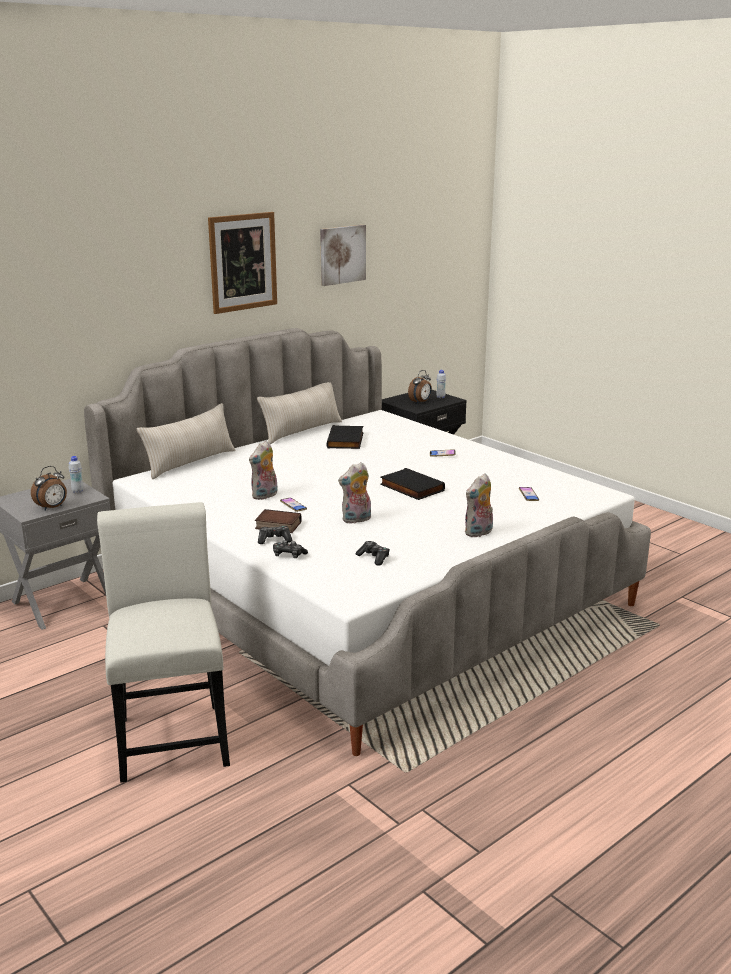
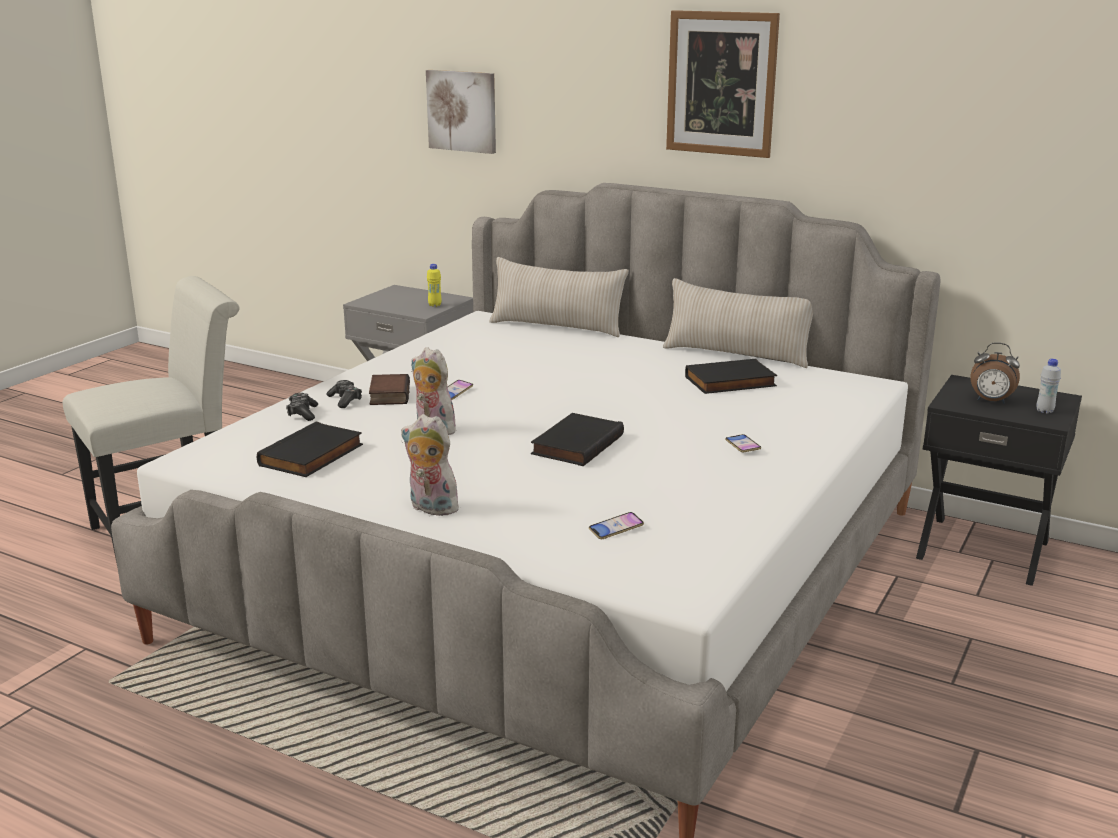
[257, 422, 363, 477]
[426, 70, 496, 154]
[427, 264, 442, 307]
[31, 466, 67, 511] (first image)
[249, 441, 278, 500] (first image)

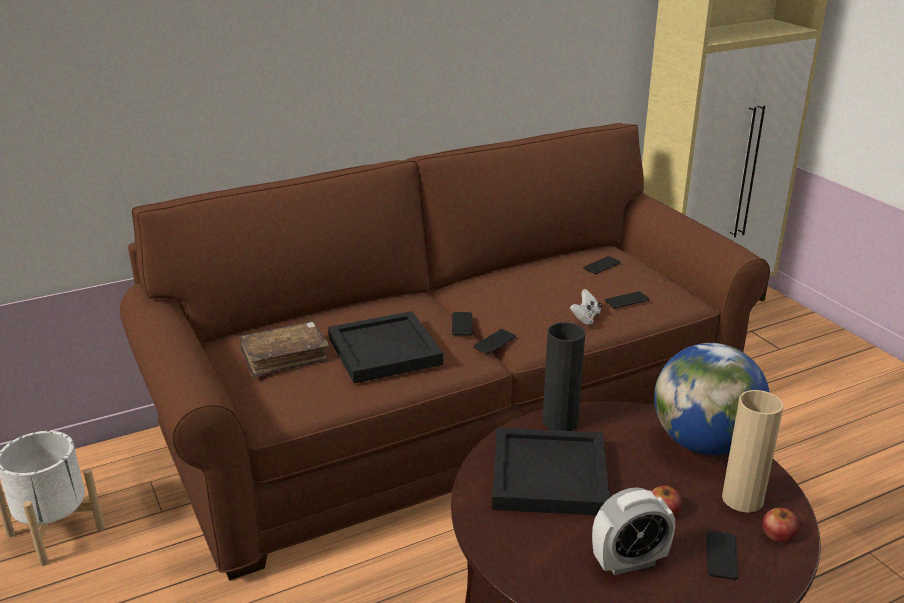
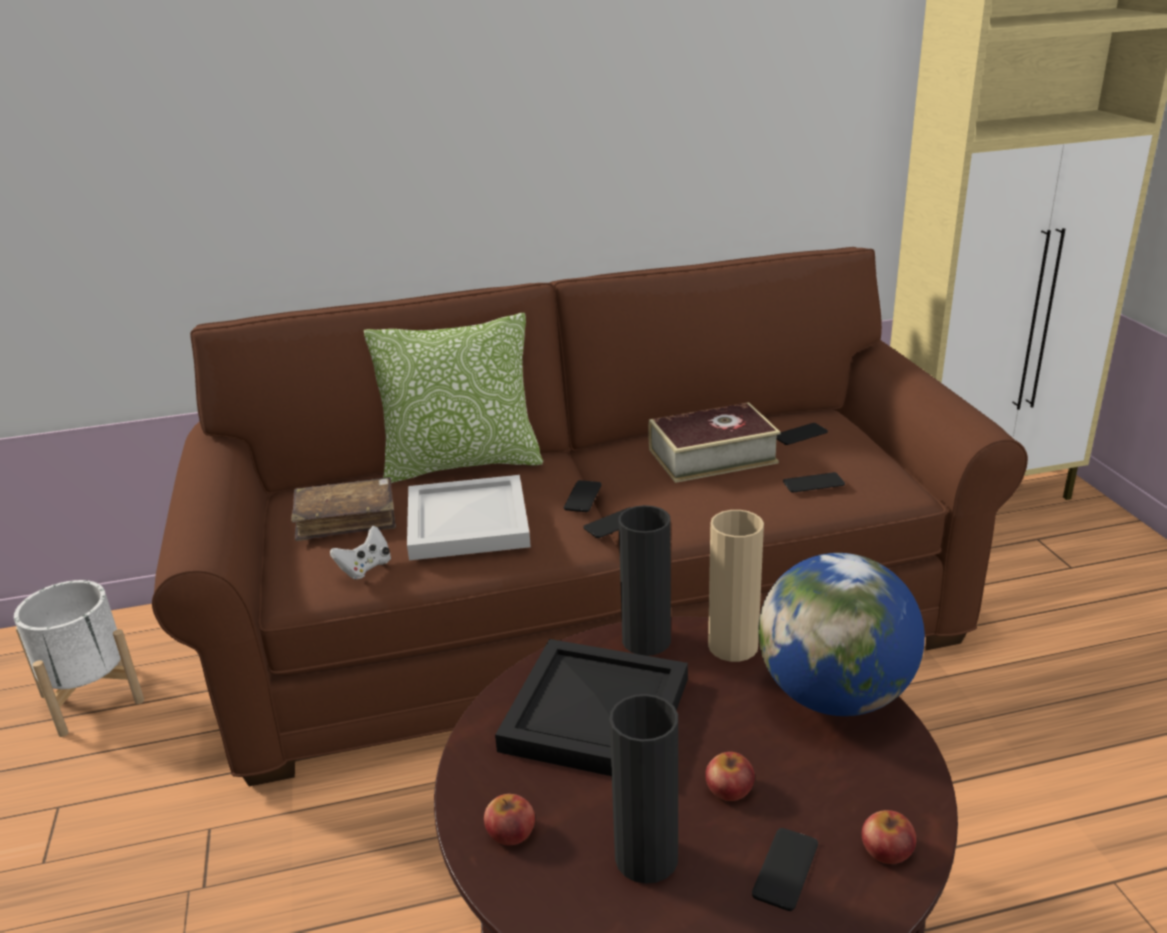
[330, 526, 391, 579]
[364, 313, 543, 483]
[407, 475, 531, 561]
[484, 794, 535, 845]
[609, 694, 678, 884]
[648, 402, 781, 483]
[708, 510, 764, 662]

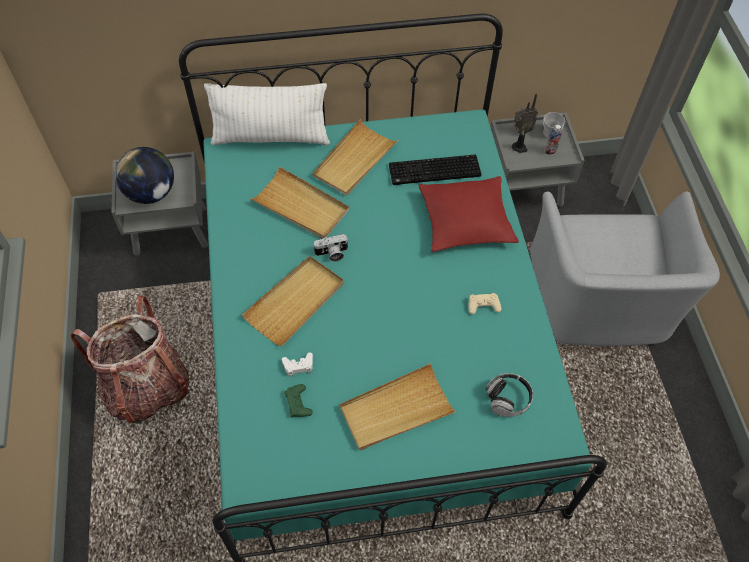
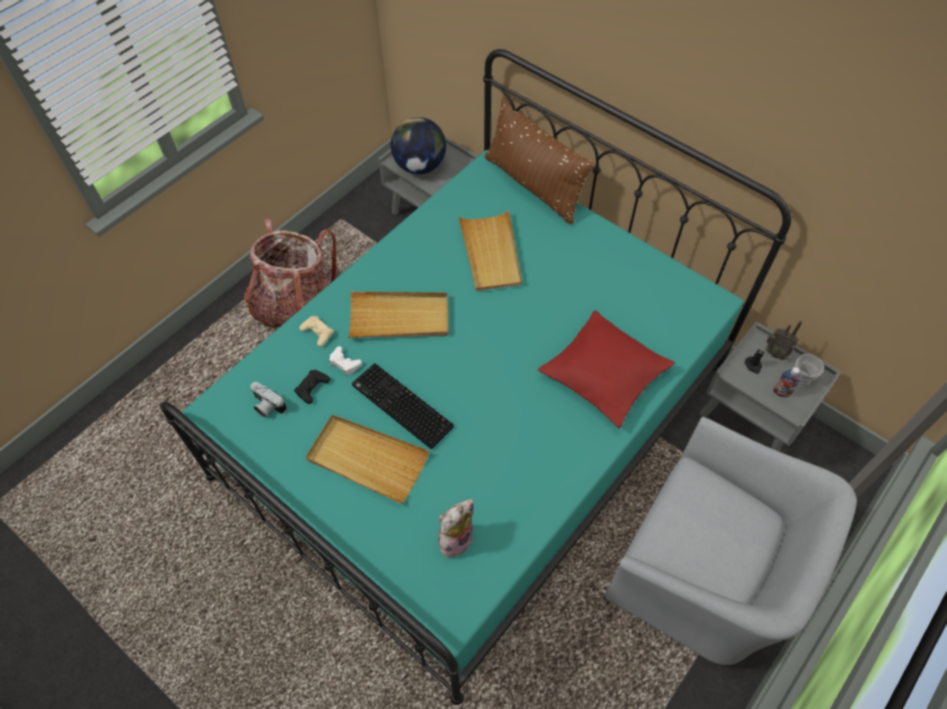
[251, 382, 287, 418]
[294, 370, 330, 404]
[299, 316, 334, 347]
[352, 363, 454, 449]
[438, 499, 473, 558]
[485, 97, 595, 225]
[605, 417, 857, 665]
[313, 119, 399, 196] (first image)

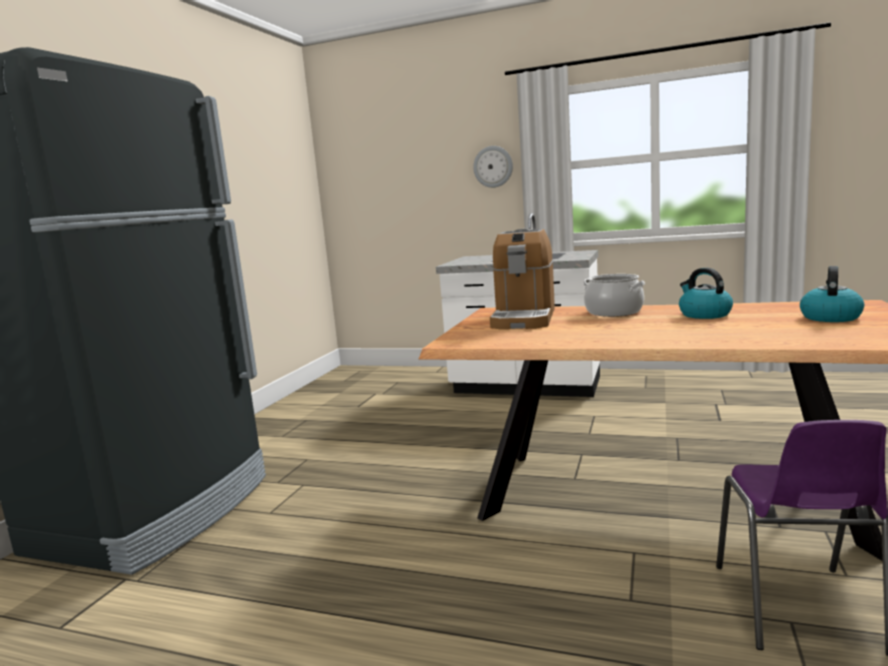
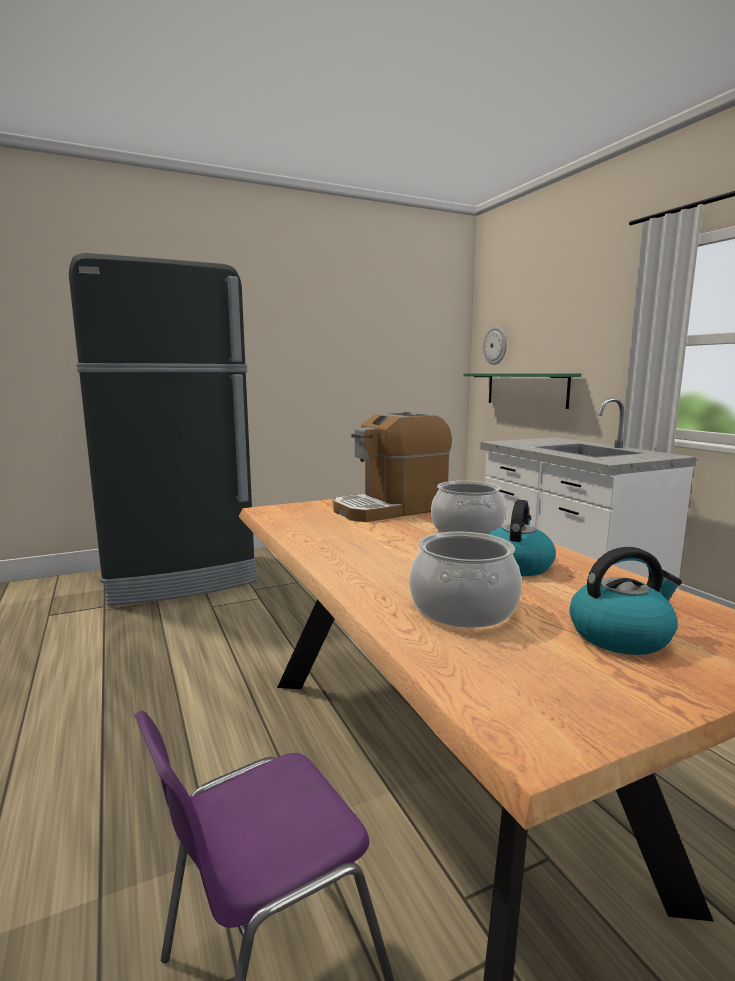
[409, 532, 522, 628]
[464, 373, 581, 409]
[483, 326, 507, 365]

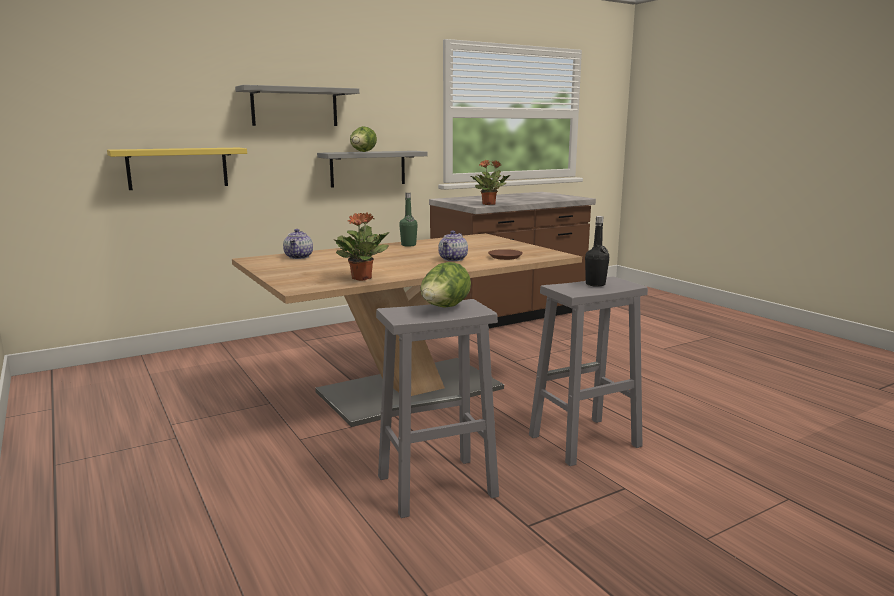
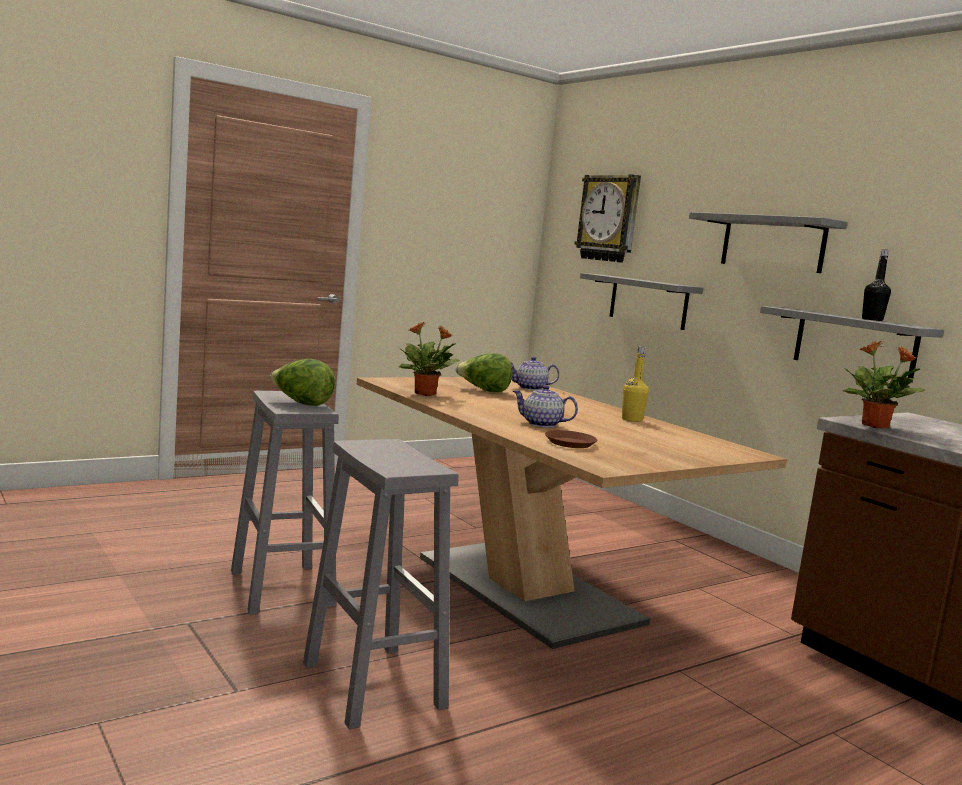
[455, 353, 512, 392]
[574, 174, 641, 263]
[580, 273, 703, 330]
[622, 346, 649, 422]
[862, 249, 891, 321]

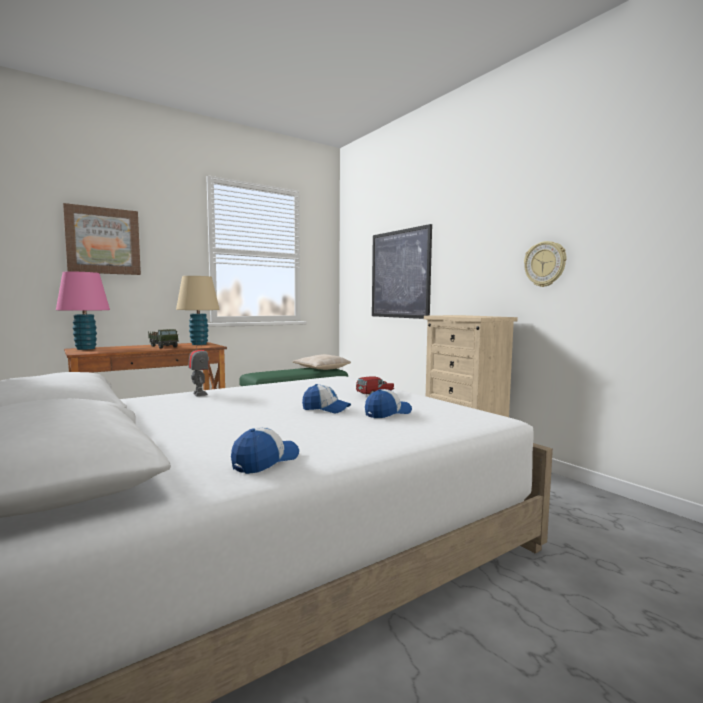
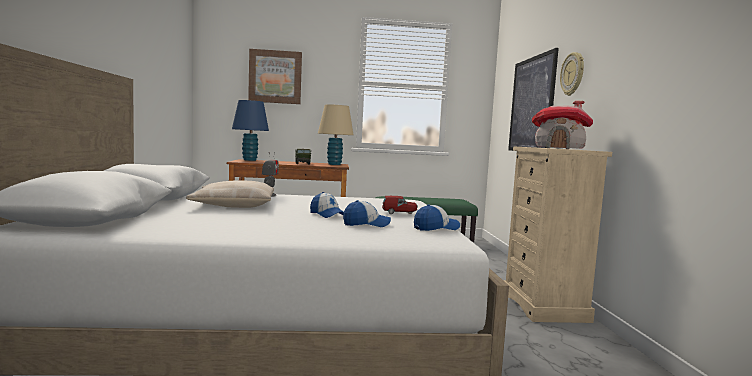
[186, 181, 274, 208]
[232, 100, 269, 161]
[414, 204, 460, 231]
[532, 101, 593, 149]
[560, 52, 584, 96]

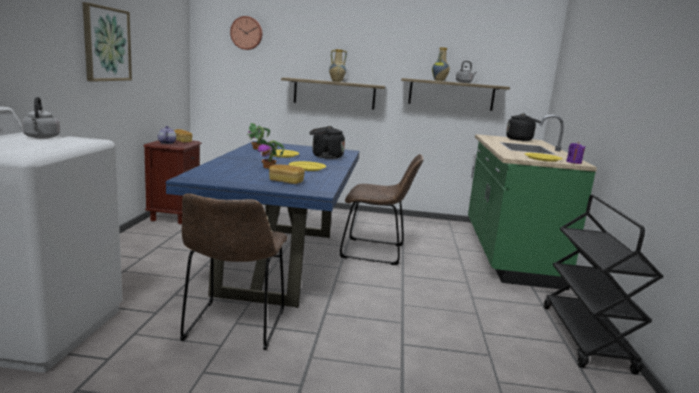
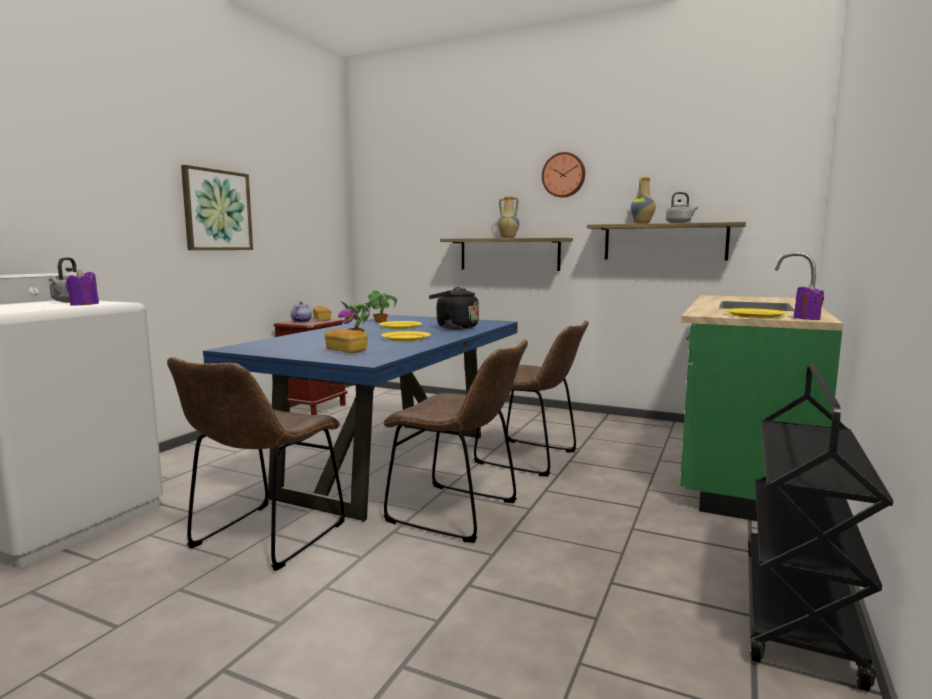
[66, 270, 99, 305]
[384, 339, 528, 543]
[542, 152, 585, 198]
[506, 113, 541, 141] (first image)

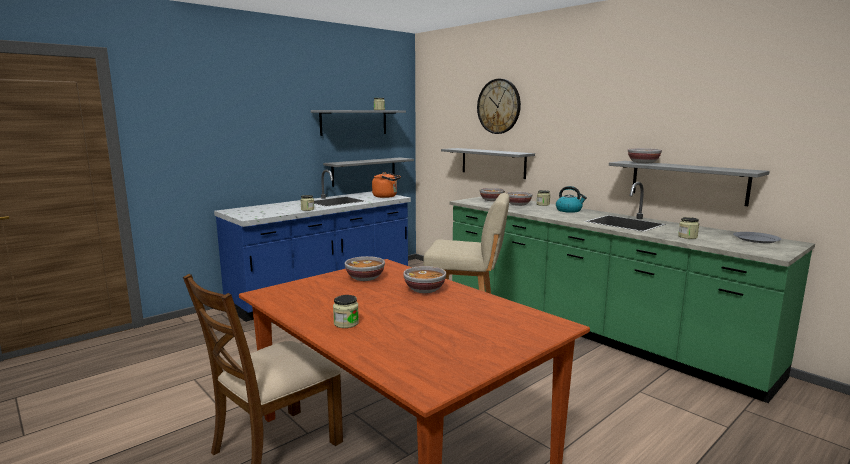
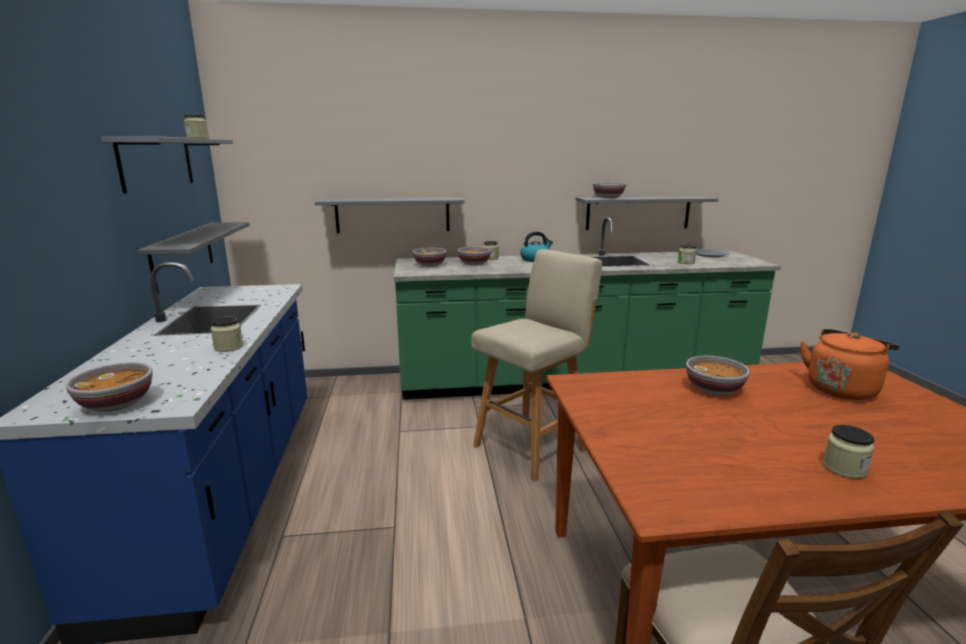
[66, 362, 153, 412]
[800, 329, 900, 400]
[477, 79, 521, 134] (first image)

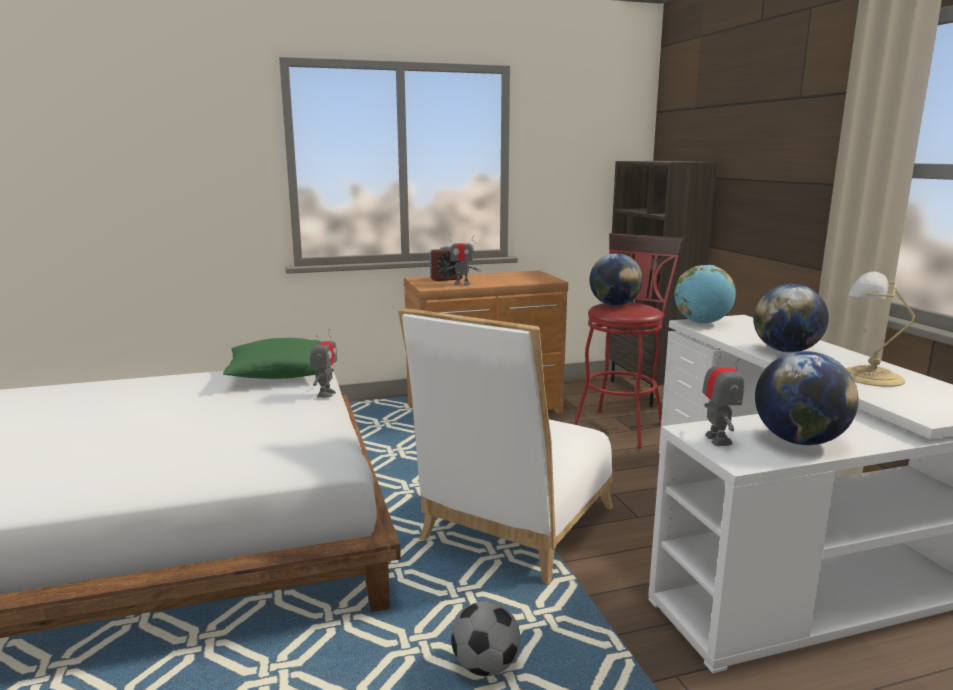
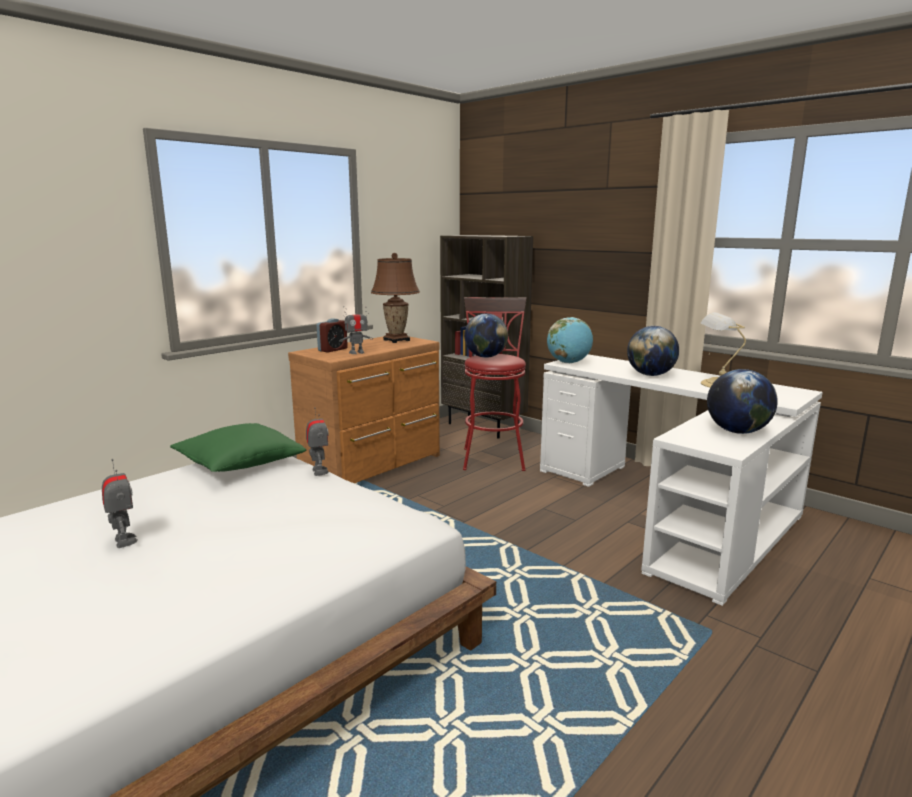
[102, 459, 138, 548]
[371, 253, 420, 343]
[398, 308, 613, 584] (first image)
[451, 601, 520, 676] (first image)

